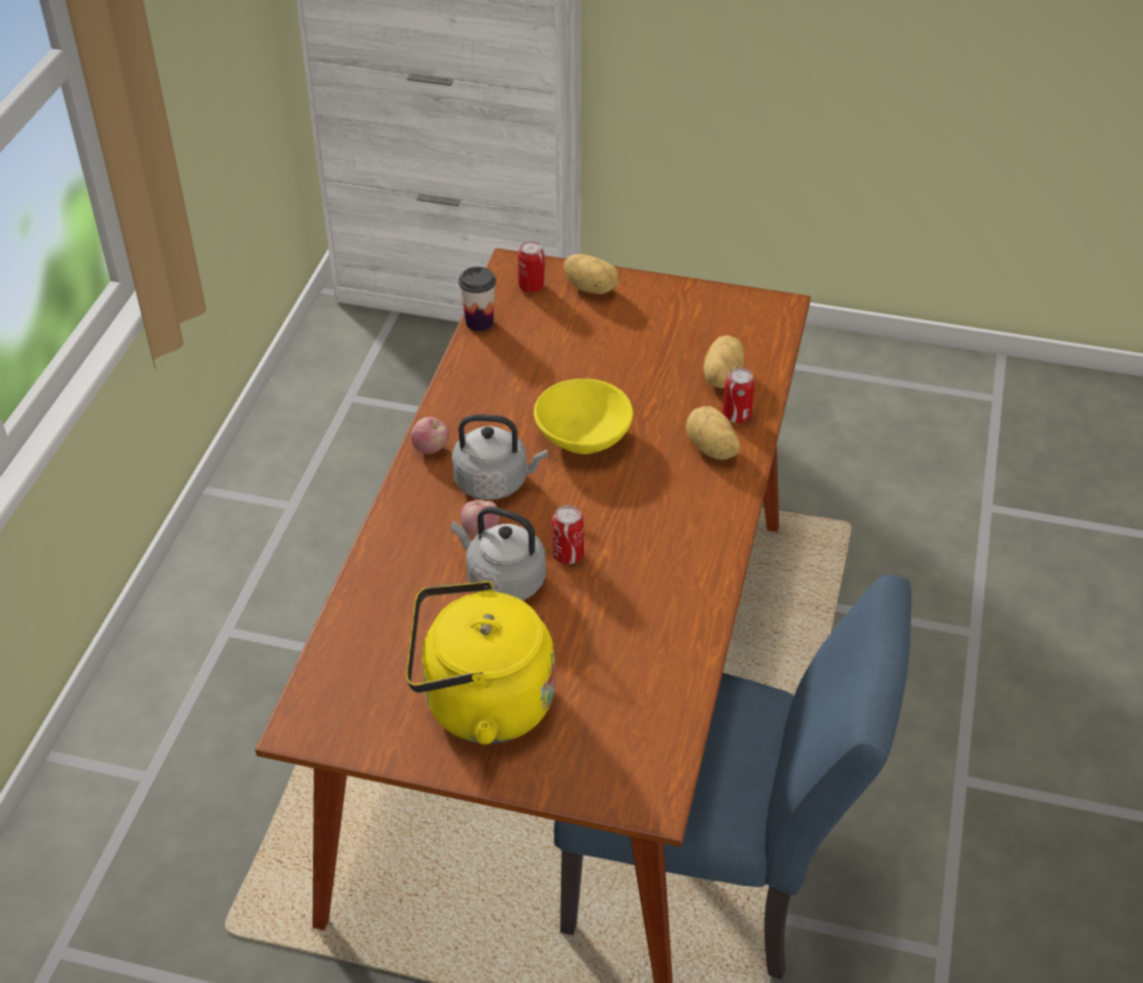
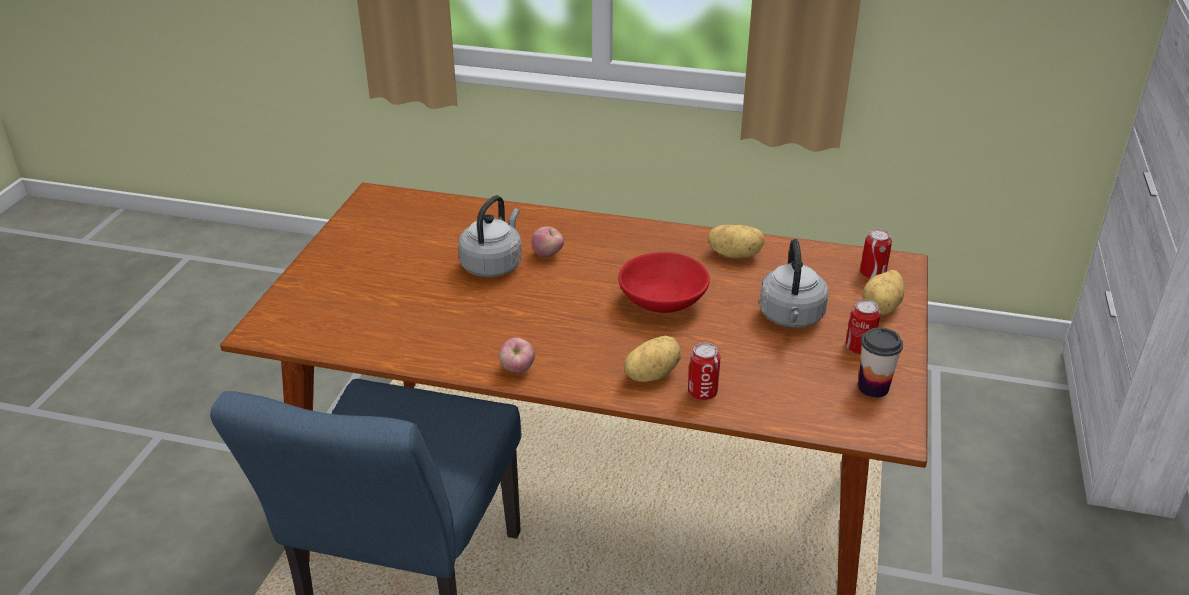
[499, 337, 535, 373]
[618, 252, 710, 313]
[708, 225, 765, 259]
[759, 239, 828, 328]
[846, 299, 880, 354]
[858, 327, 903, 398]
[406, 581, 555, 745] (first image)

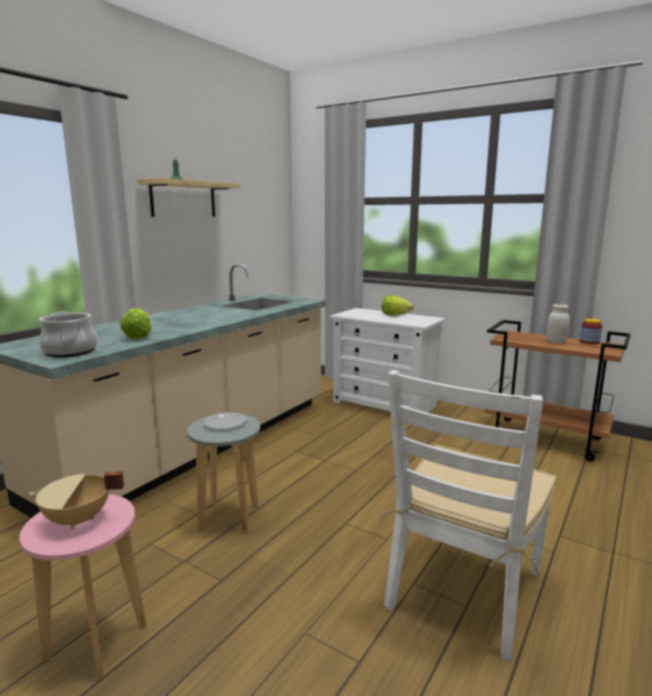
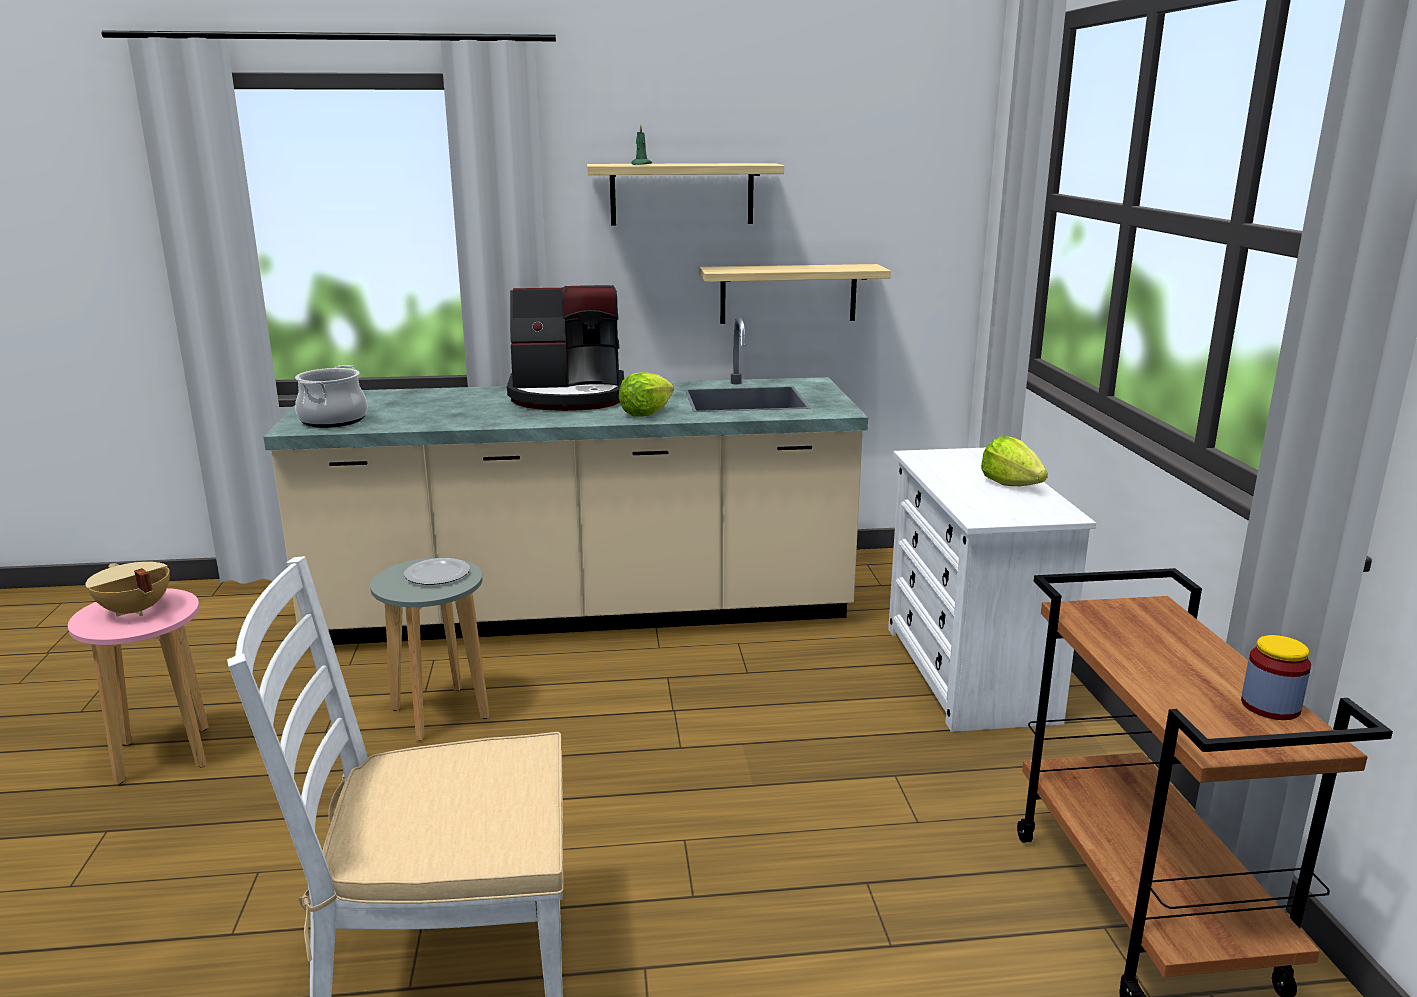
[507, 285, 624, 411]
[619, 372, 674, 417]
[699, 264, 891, 324]
[547, 304, 570, 343] (first image)

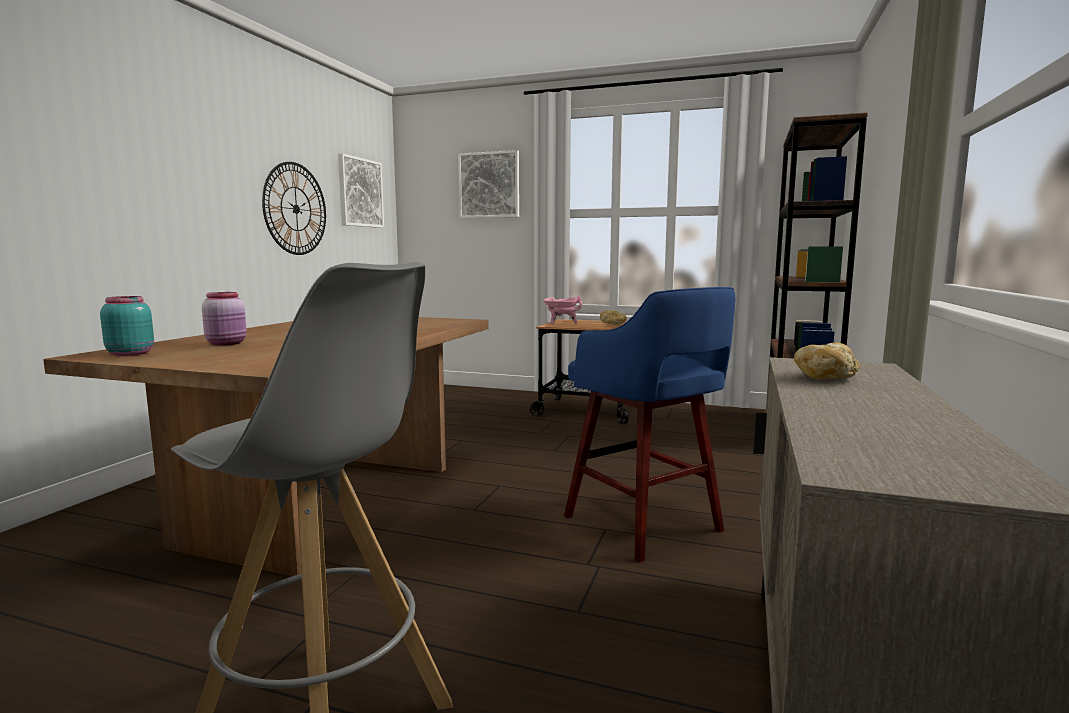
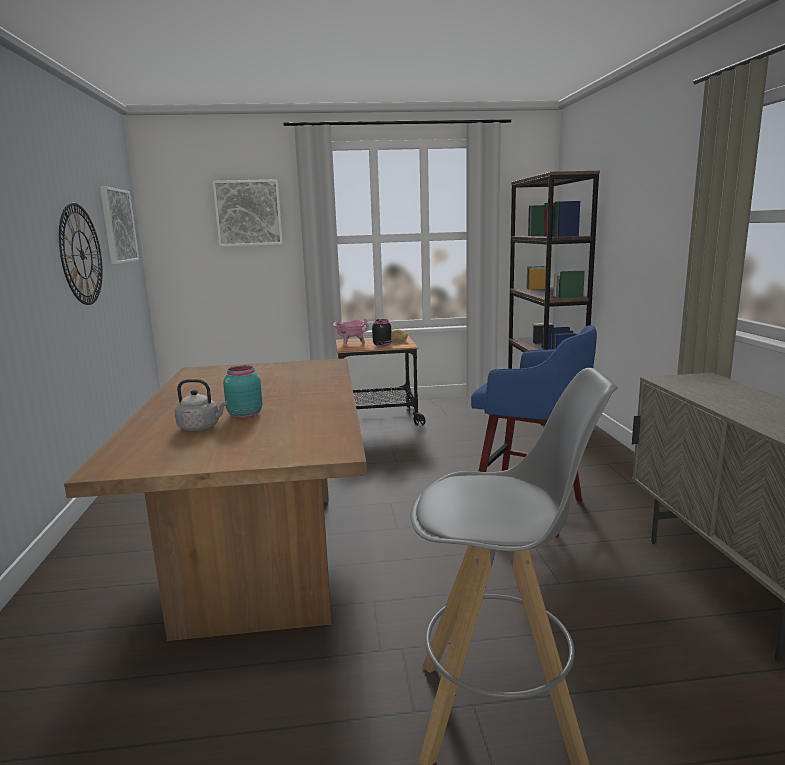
[175, 379, 227, 431]
[223, 366, 262, 418]
[372, 319, 392, 347]
[794, 342, 860, 379] (first image)

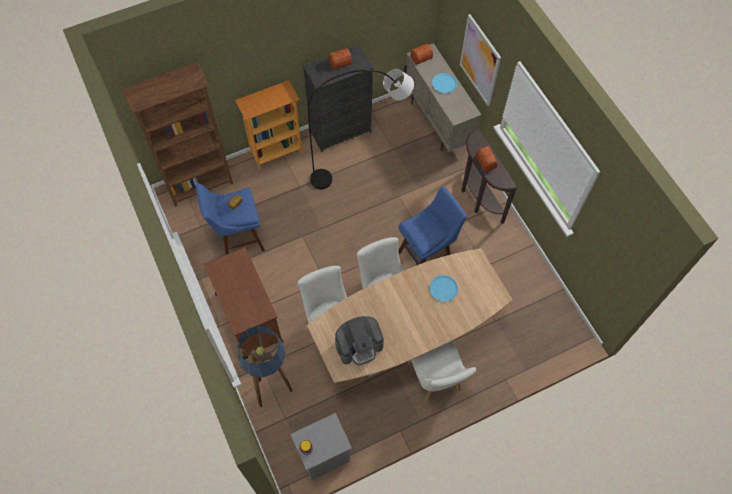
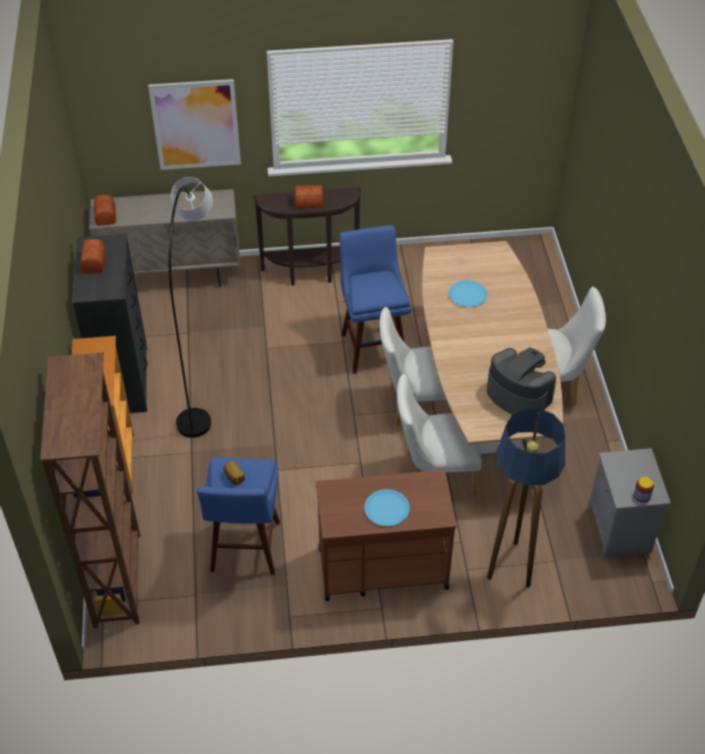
[364, 489, 410, 526]
[487, 348, 556, 415]

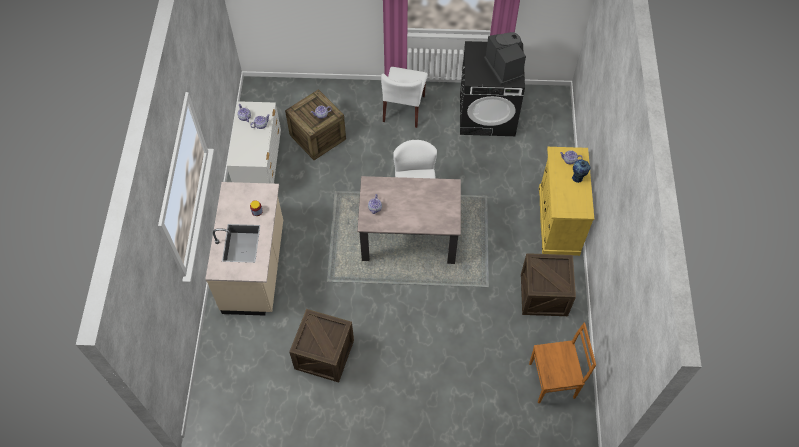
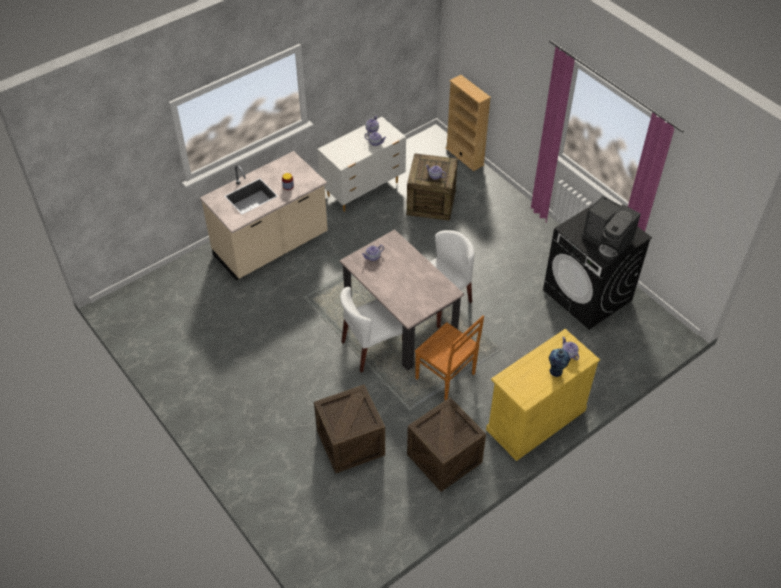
[314, 385, 385, 474]
[340, 287, 403, 372]
[415, 315, 484, 400]
[446, 75, 491, 171]
[581, 196, 641, 260]

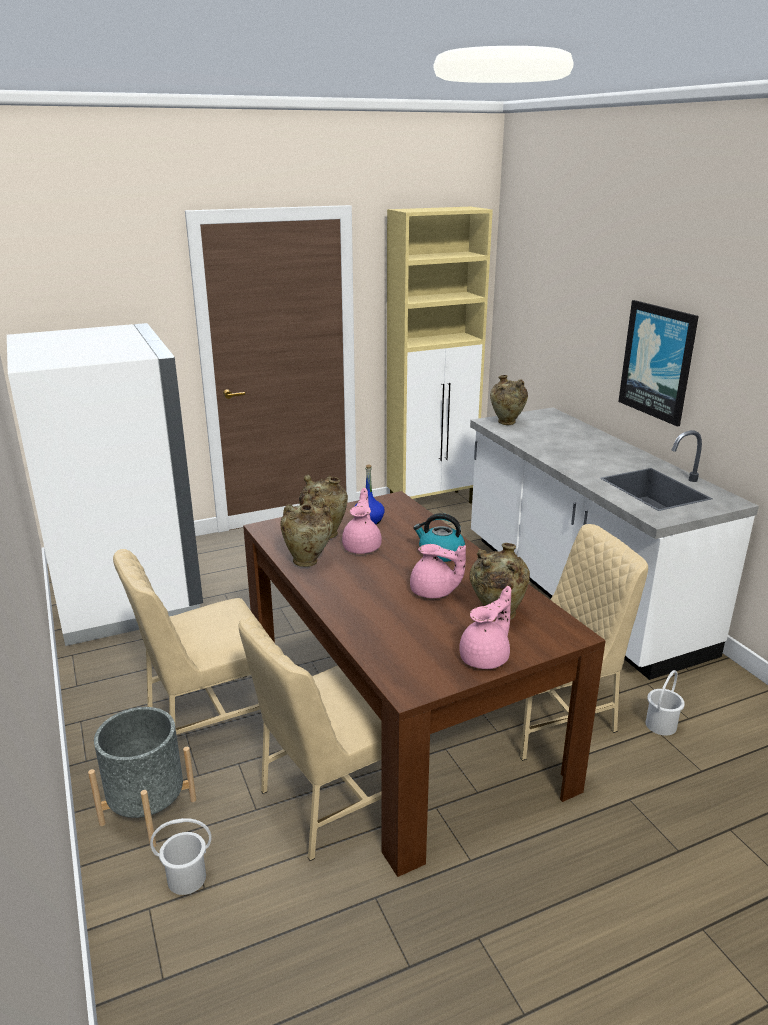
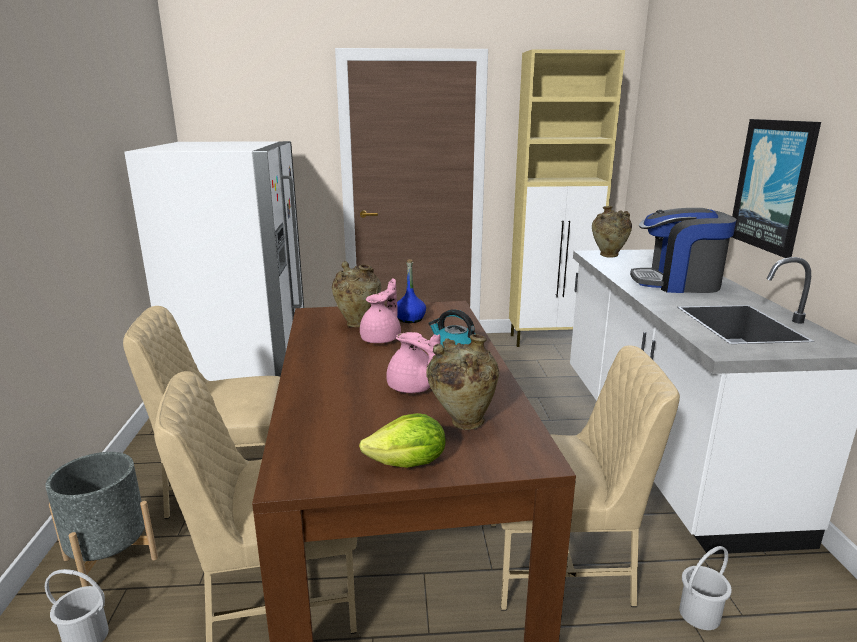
[359, 413, 446, 468]
[630, 208, 737, 293]
[280, 494, 333, 567] (first image)

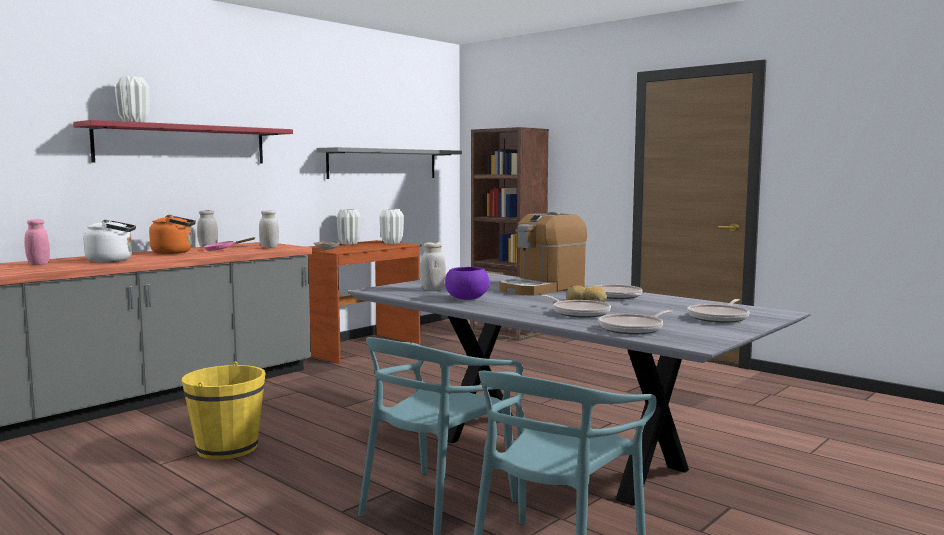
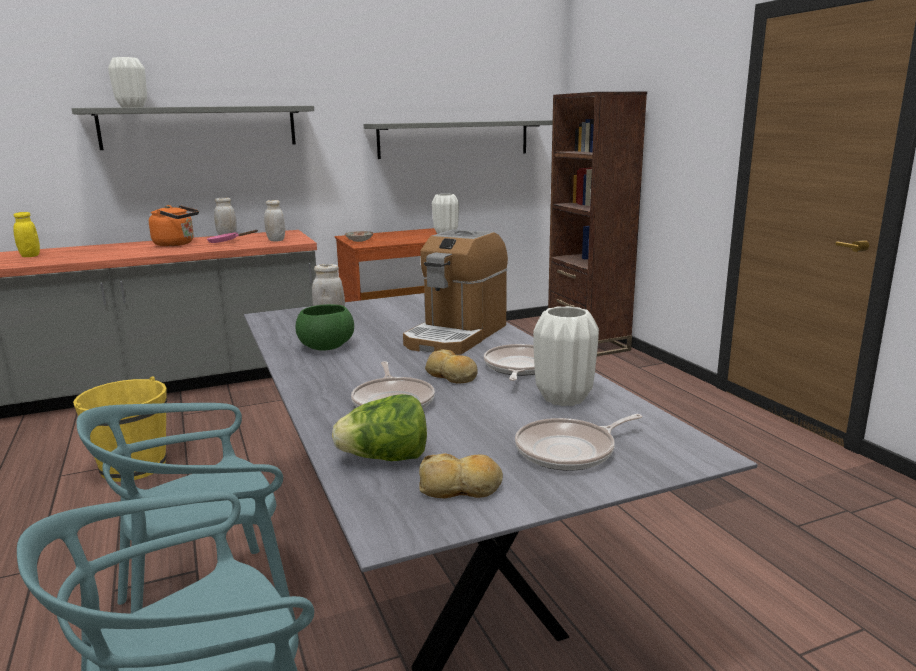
[13, 212, 40, 257]
[71, 106, 314, 150]
[296, 304, 354, 350]
[332, 394, 427, 461]
[403, 229, 508, 355]
[419, 453, 503, 498]
[533, 306, 599, 406]
[84, 219, 136, 263] (first image)

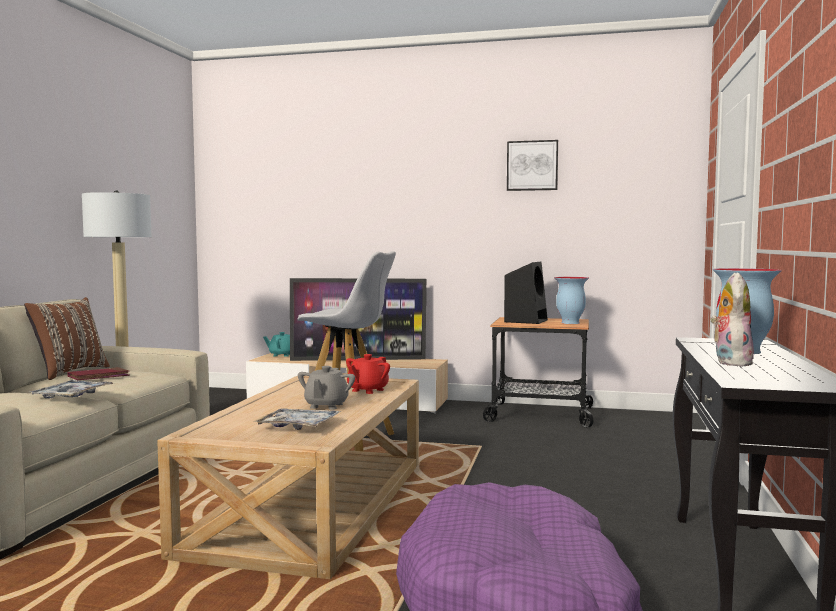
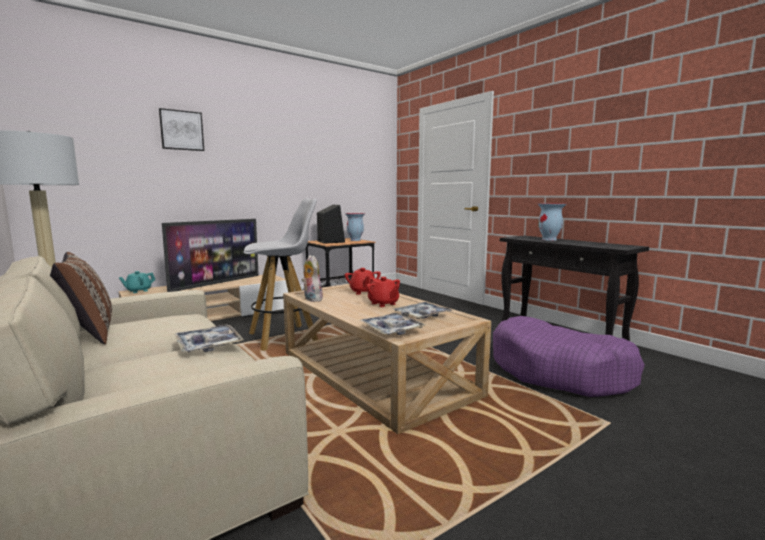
[159, 108, 204, 151]
[302, 255, 323, 302]
[360, 313, 426, 335]
[366, 277, 400, 307]
[67, 367, 130, 380] (first image)

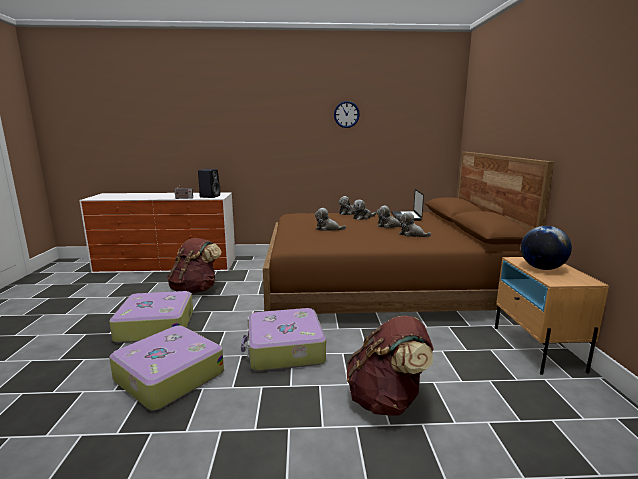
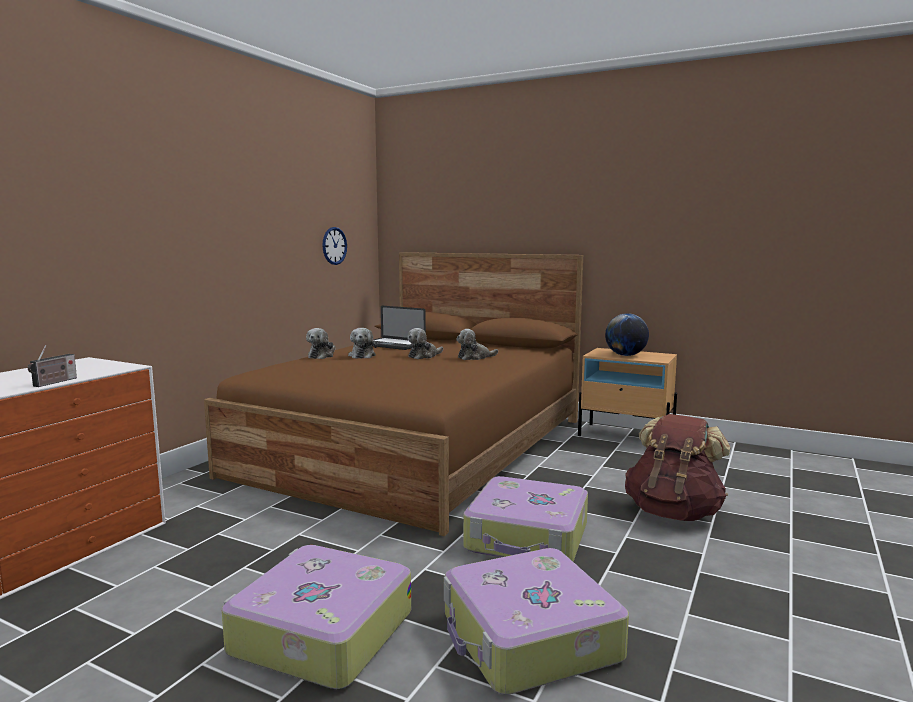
[322, 227, 347, 265]
[167, 238, 222, 294] (first image)
[198, 169, 220, 198] (first image)
[315, 208, 346, 231] (first image)

